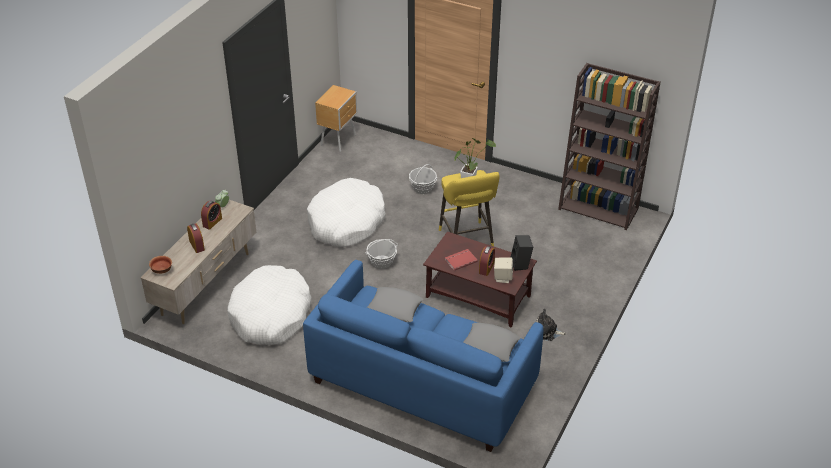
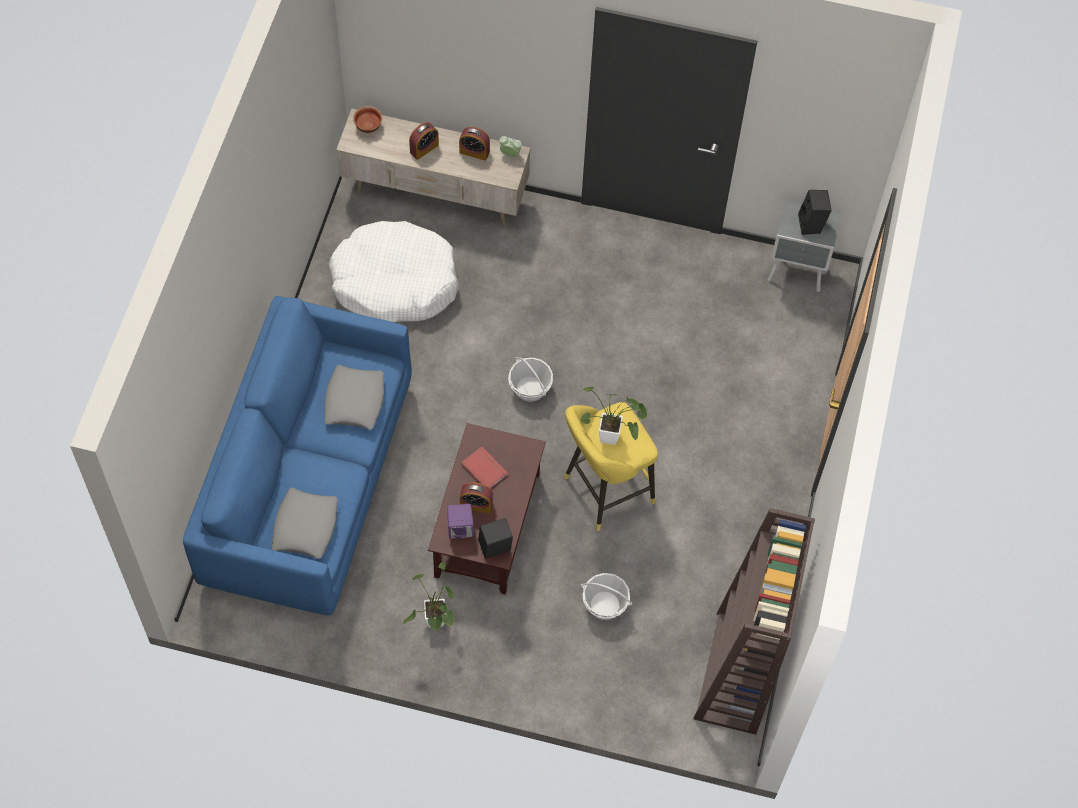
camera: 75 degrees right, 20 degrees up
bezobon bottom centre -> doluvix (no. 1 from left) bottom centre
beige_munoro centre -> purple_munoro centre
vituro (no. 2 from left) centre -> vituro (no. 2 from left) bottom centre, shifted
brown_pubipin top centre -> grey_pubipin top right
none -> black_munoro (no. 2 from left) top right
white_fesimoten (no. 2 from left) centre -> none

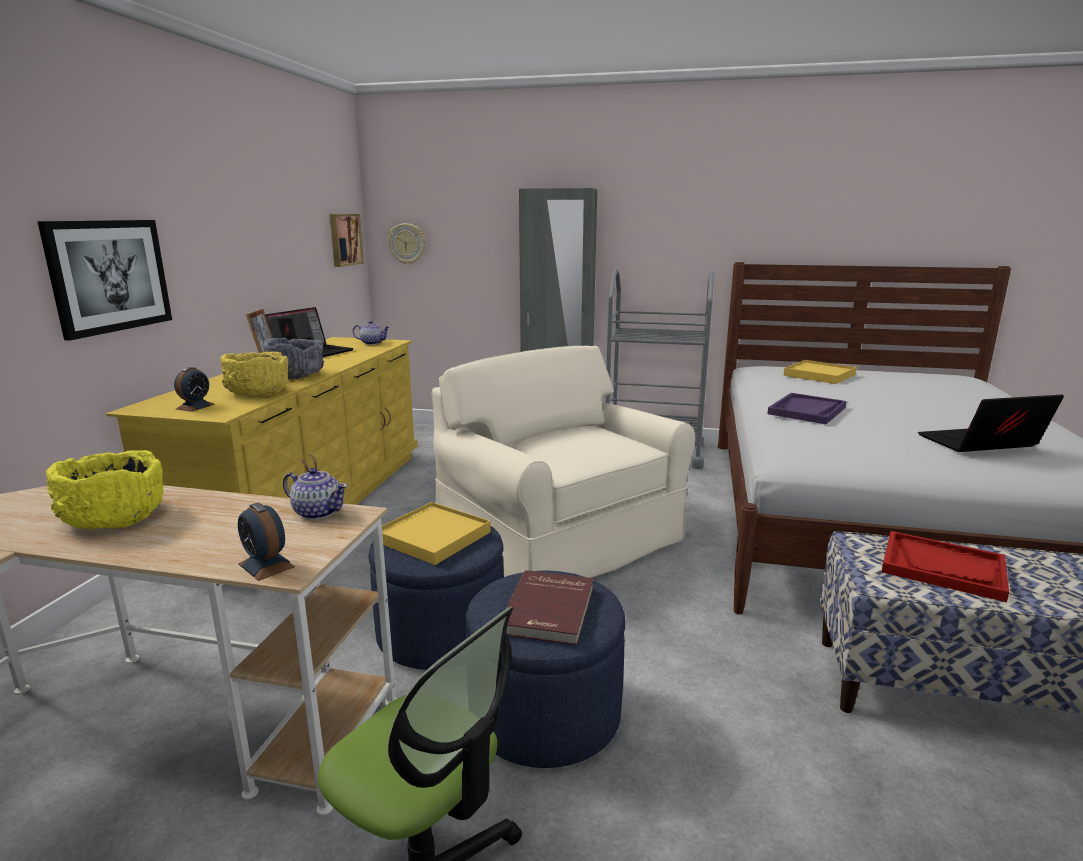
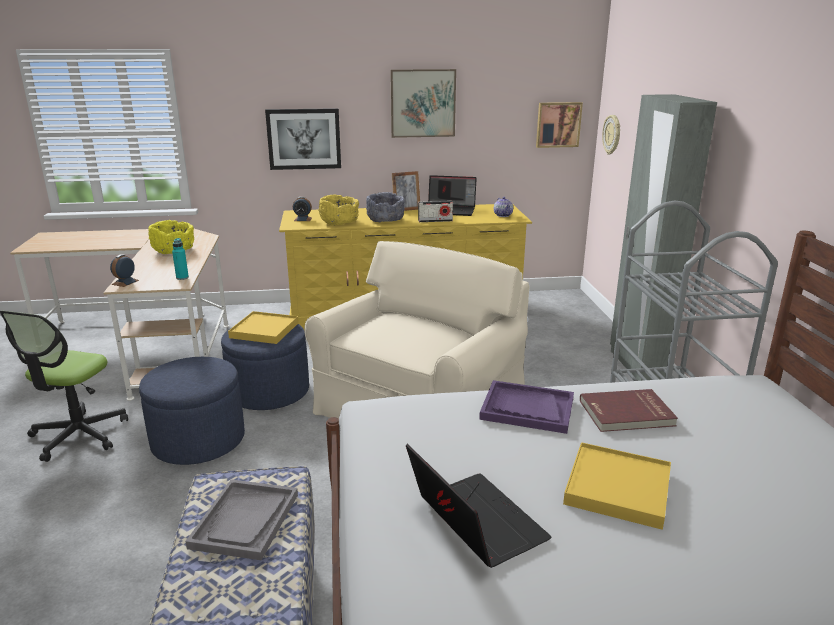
camera: 70 degrees right, 5 degrees up
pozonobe (no. 1 from left) middle left -> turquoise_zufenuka middle left
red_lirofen middle right -> grey_lirofen bottom left
none -> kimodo (no. 2 from left) top centre
none -> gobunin centre
yellow_lirofen (no. 2 from left) middle right -> yellow_lirofen (no. 2 from left) bottom right, shifted
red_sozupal bottom centre -> red_sozupal middle right, shifted

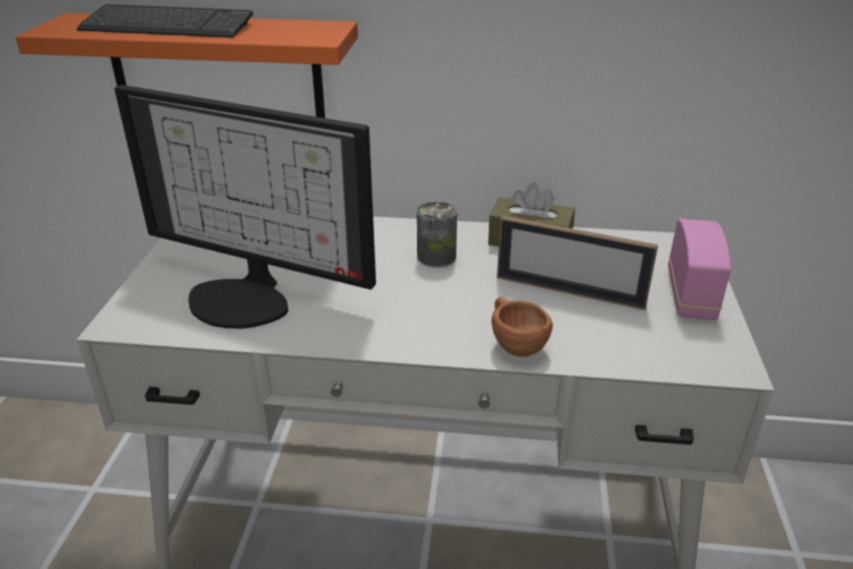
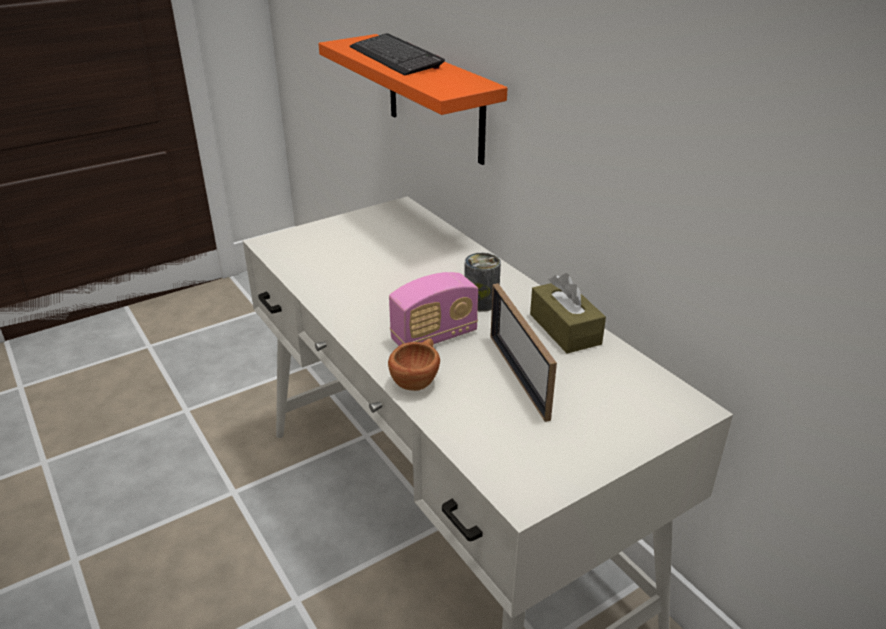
camera: 50 degrees right, 0 degrees up
gobunin middle right -> gobunin centre, shifted
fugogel middle left -> none

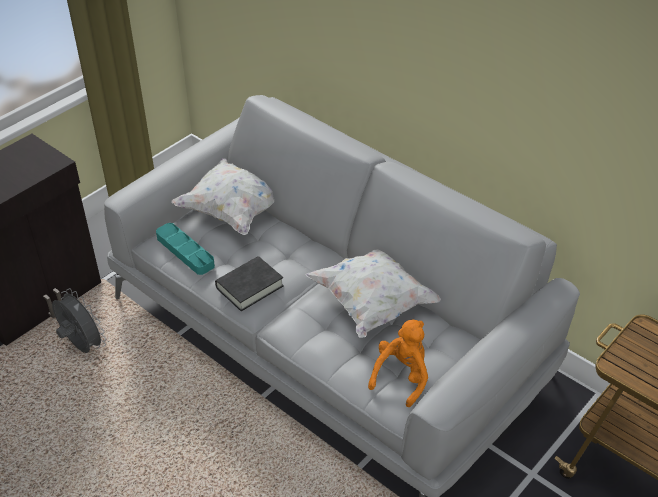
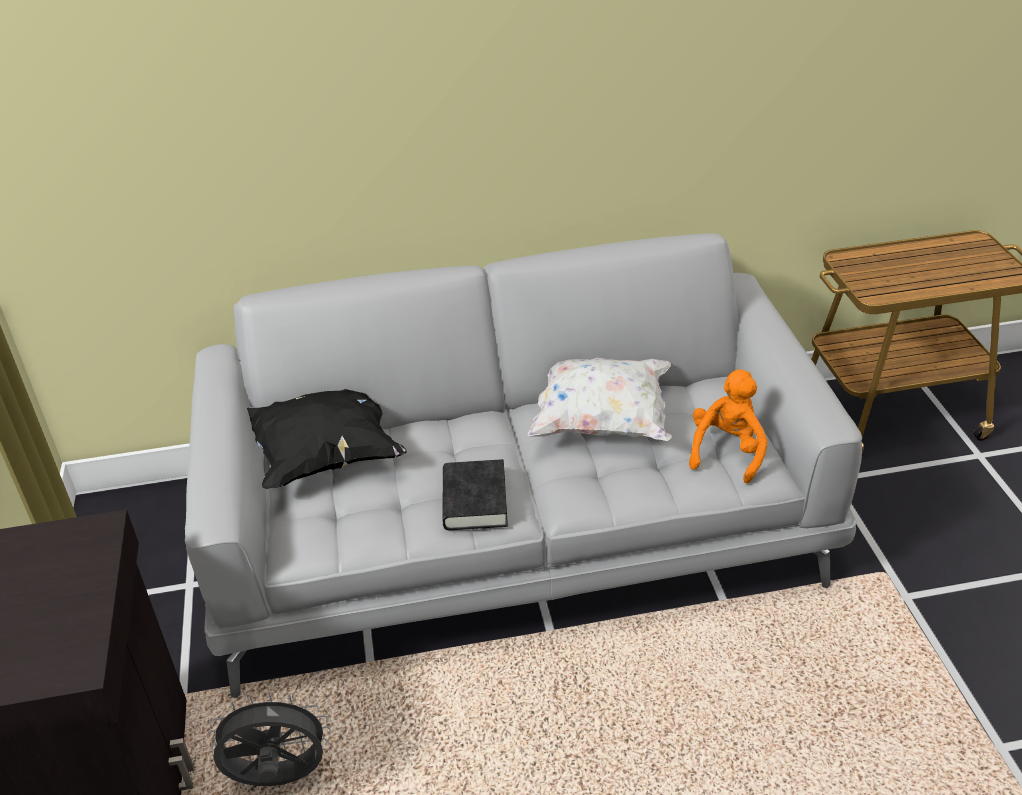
camera: 50 degrees left, 5 degrees down
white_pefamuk (no. 1 from left) centre -> black_pefamuk middle left
orange_bezobon bottom centre -> orange_bezobon middle right, 45 degrees clockwise
turquoise_lirofen middle left -> none

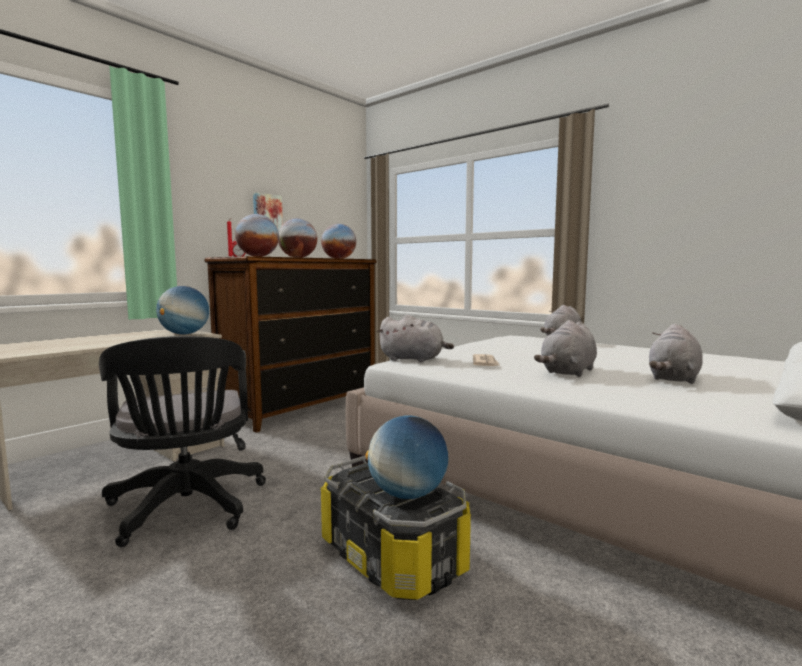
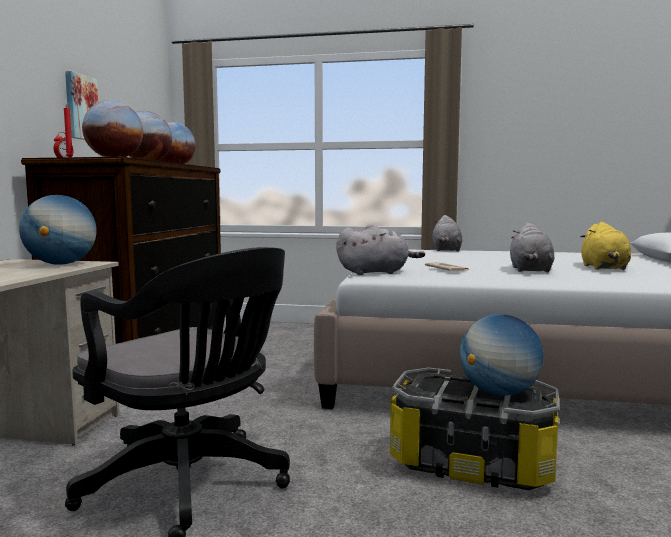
camera: 30 degrees left, 0 degrees up
grey_bezobon (no. 4 from left) middle right -> yellow_bezobon middle right

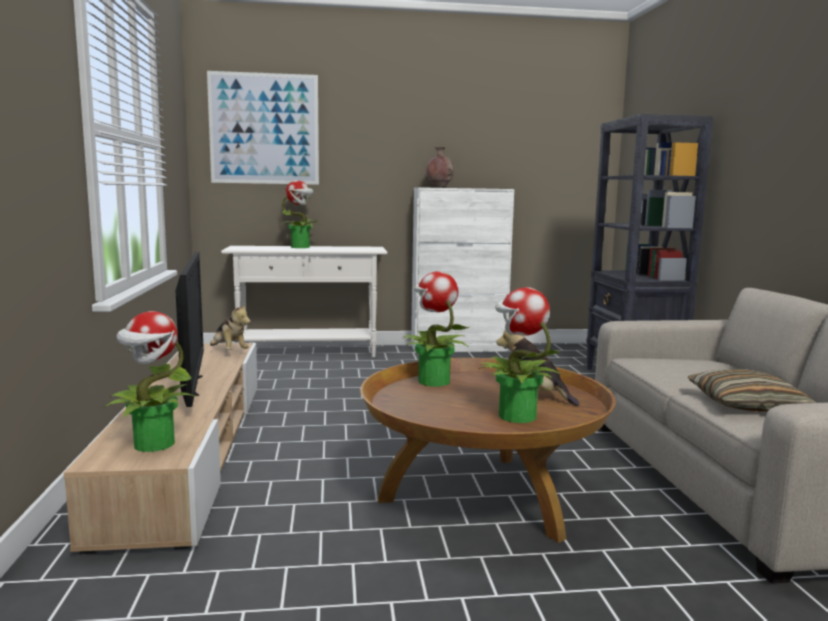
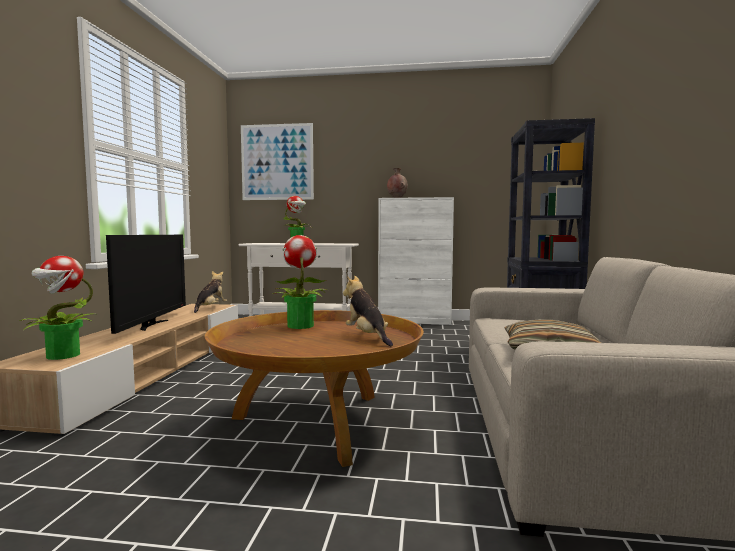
camera: 15 degrees right, 5 degrees down
bezobon (no. 1 from left) middle left, 135 degrees counterclockwise
doluvix (no. 4 from left) centre -> none

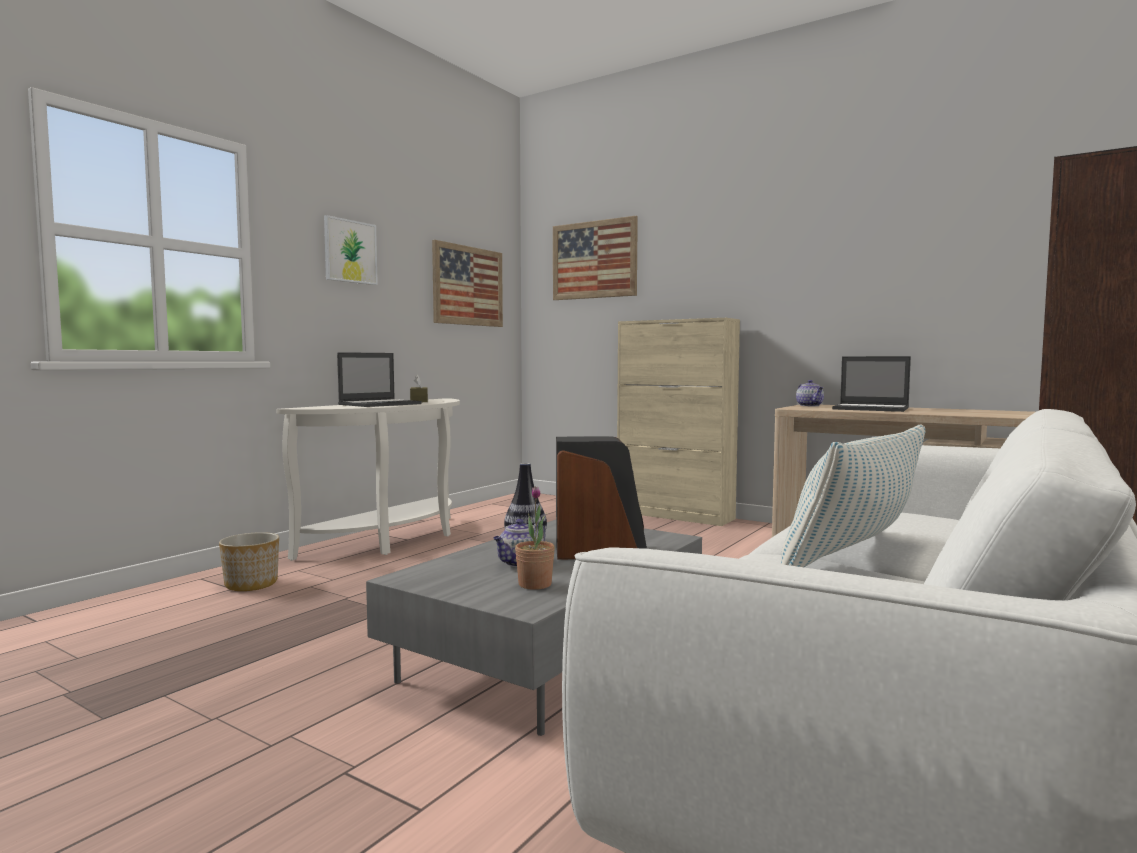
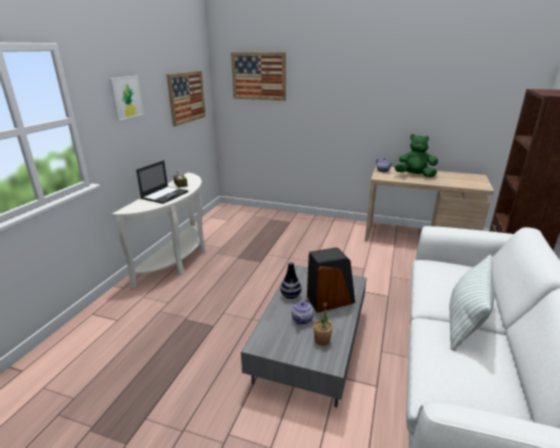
camera: 15 degrees left, 20 degrees up
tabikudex (no. 2 from left) middle right -> green_bezobon middle right
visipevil middle left -> none
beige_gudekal centre -> none

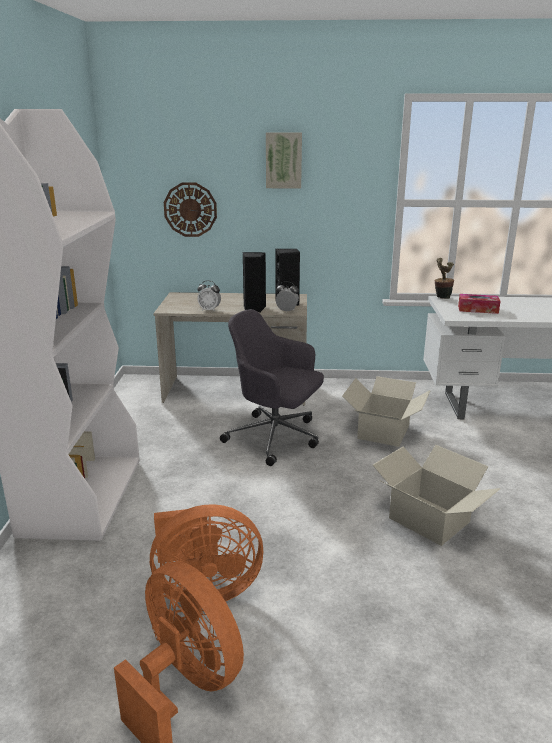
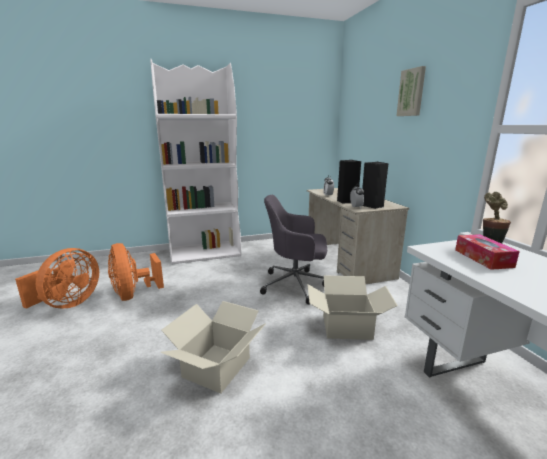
camera: 70 degrees right, 5 degrees down
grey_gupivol centre, 90 degrees counterclockwise
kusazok top centre -> none

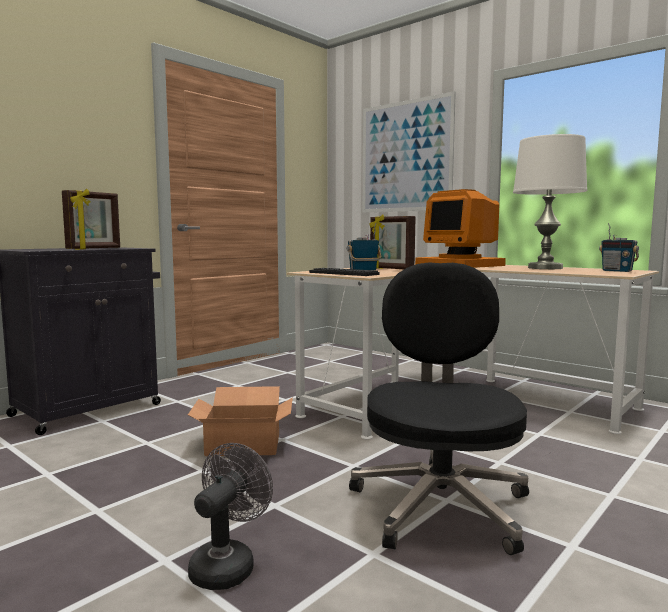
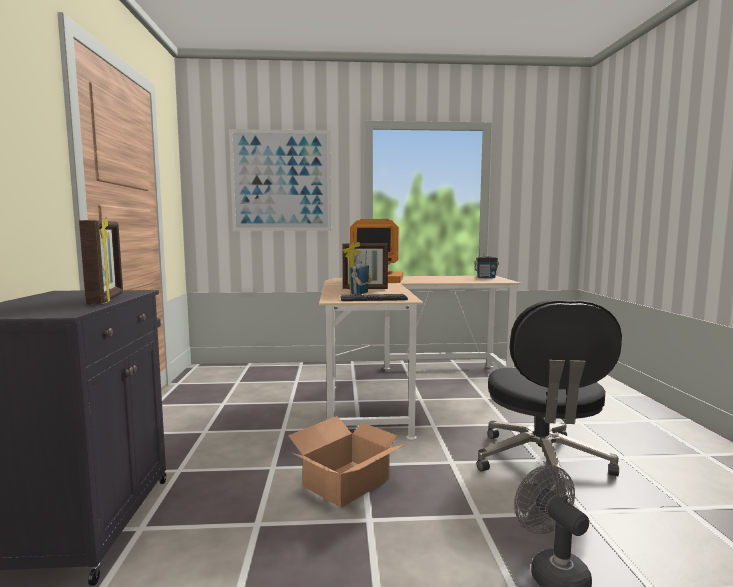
camera: 45 degrees left, 0 degrees up
black_gupivol bottom centre -> black_gupivol middle right, 135 degrees counterclockwise
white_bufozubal top right -> none

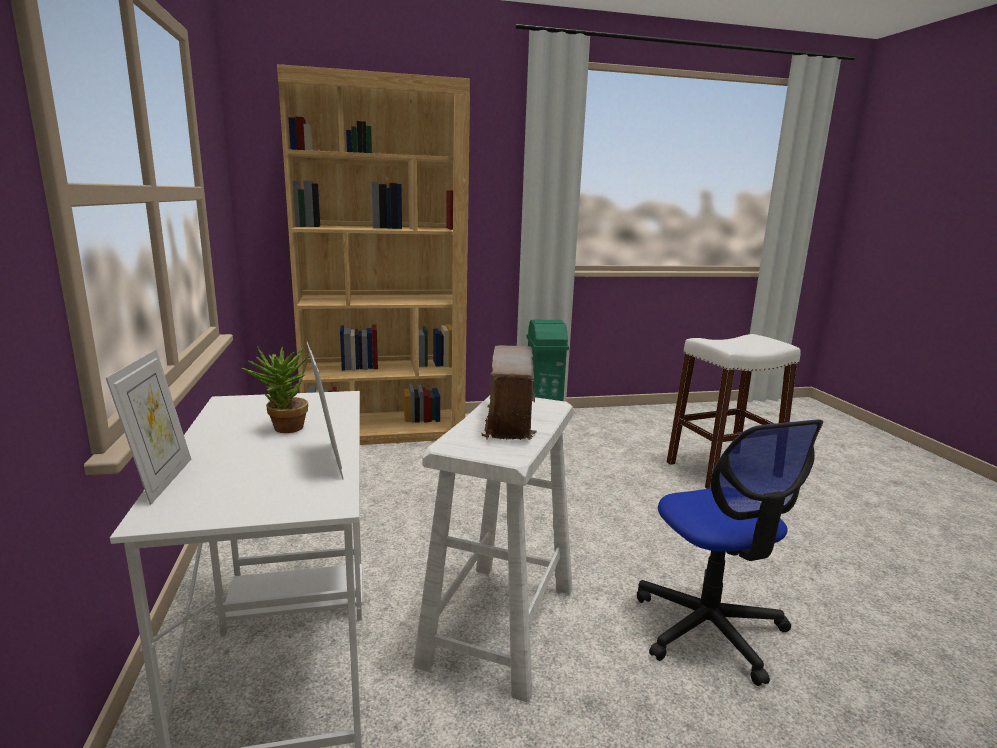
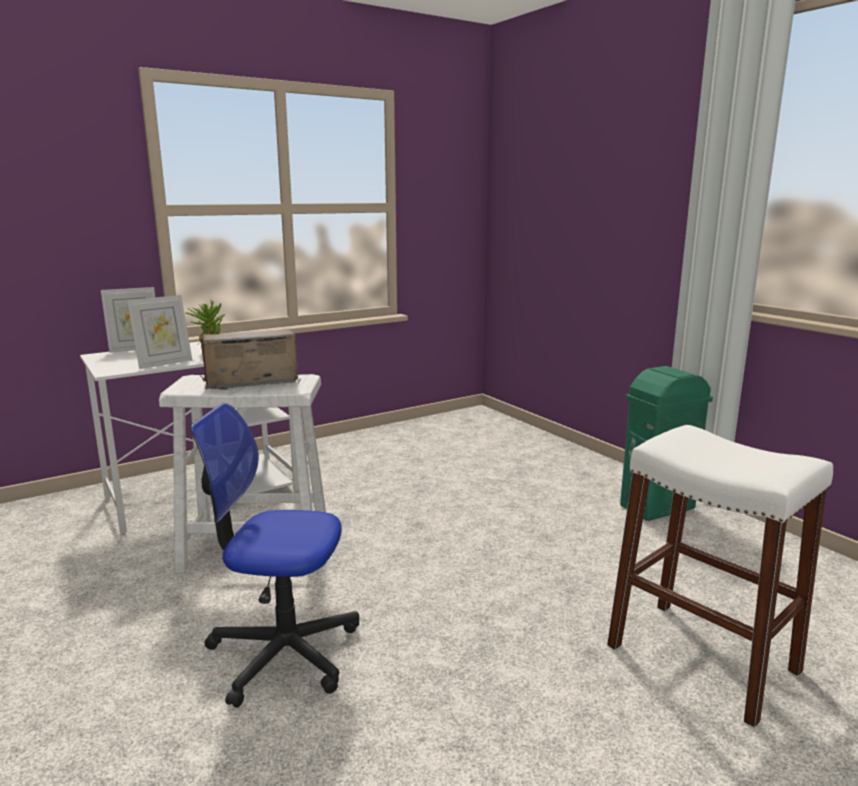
camera: 70 degrees right, 0 degrees up
gupivol bottom right -> gupivol bottom left, 45 degrees clockwise
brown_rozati centre -> none

